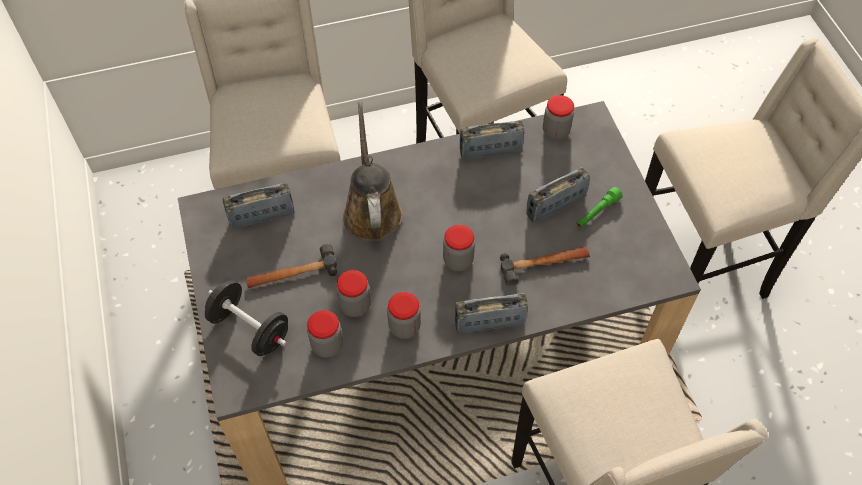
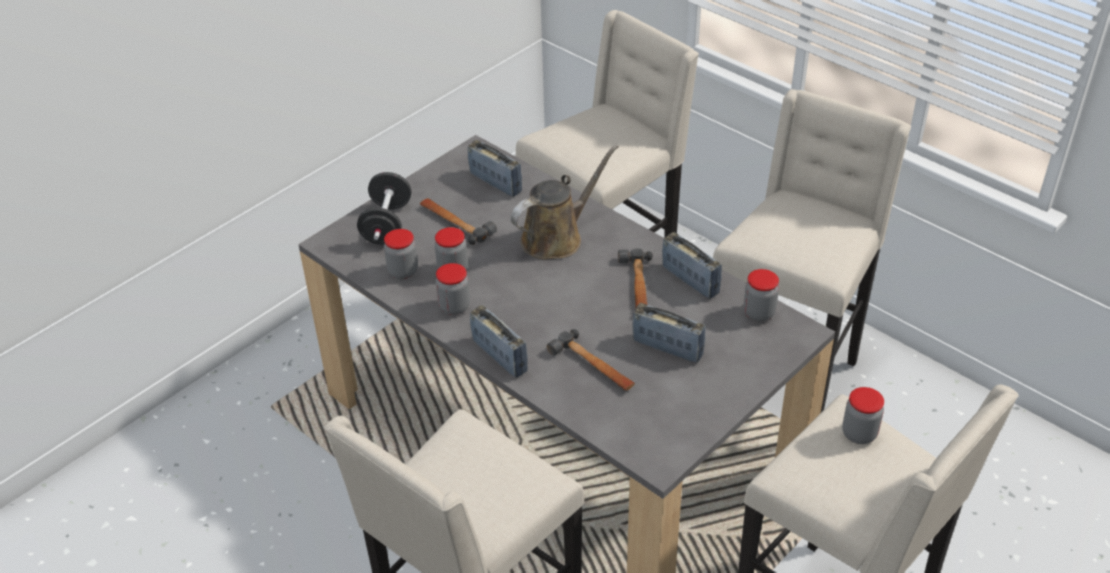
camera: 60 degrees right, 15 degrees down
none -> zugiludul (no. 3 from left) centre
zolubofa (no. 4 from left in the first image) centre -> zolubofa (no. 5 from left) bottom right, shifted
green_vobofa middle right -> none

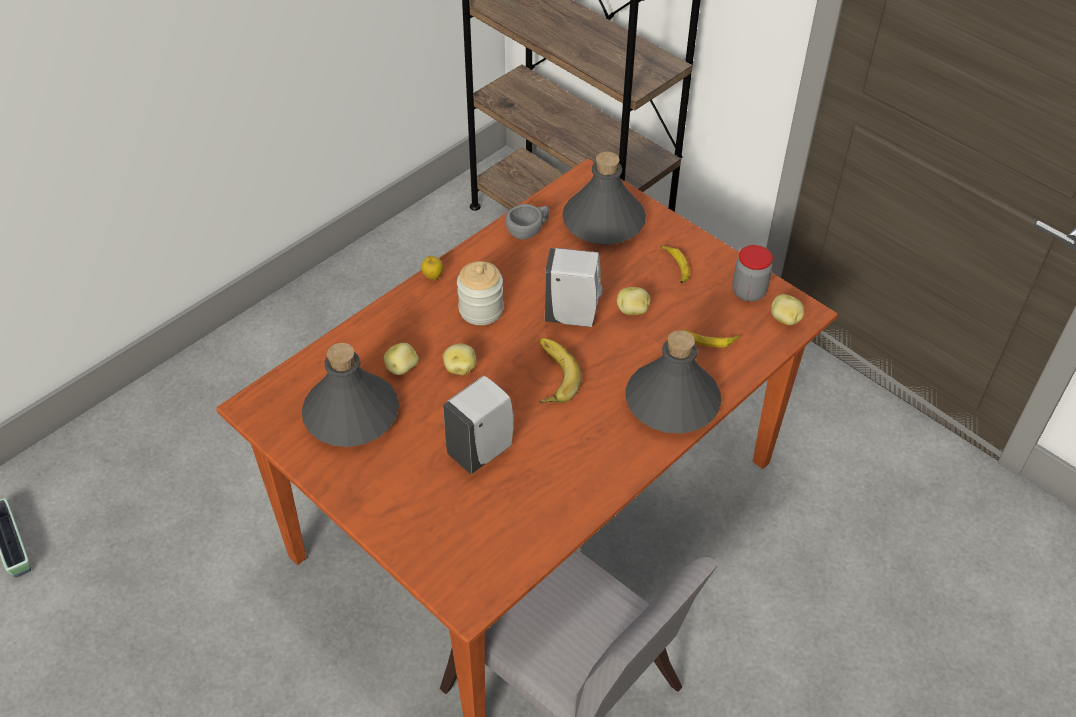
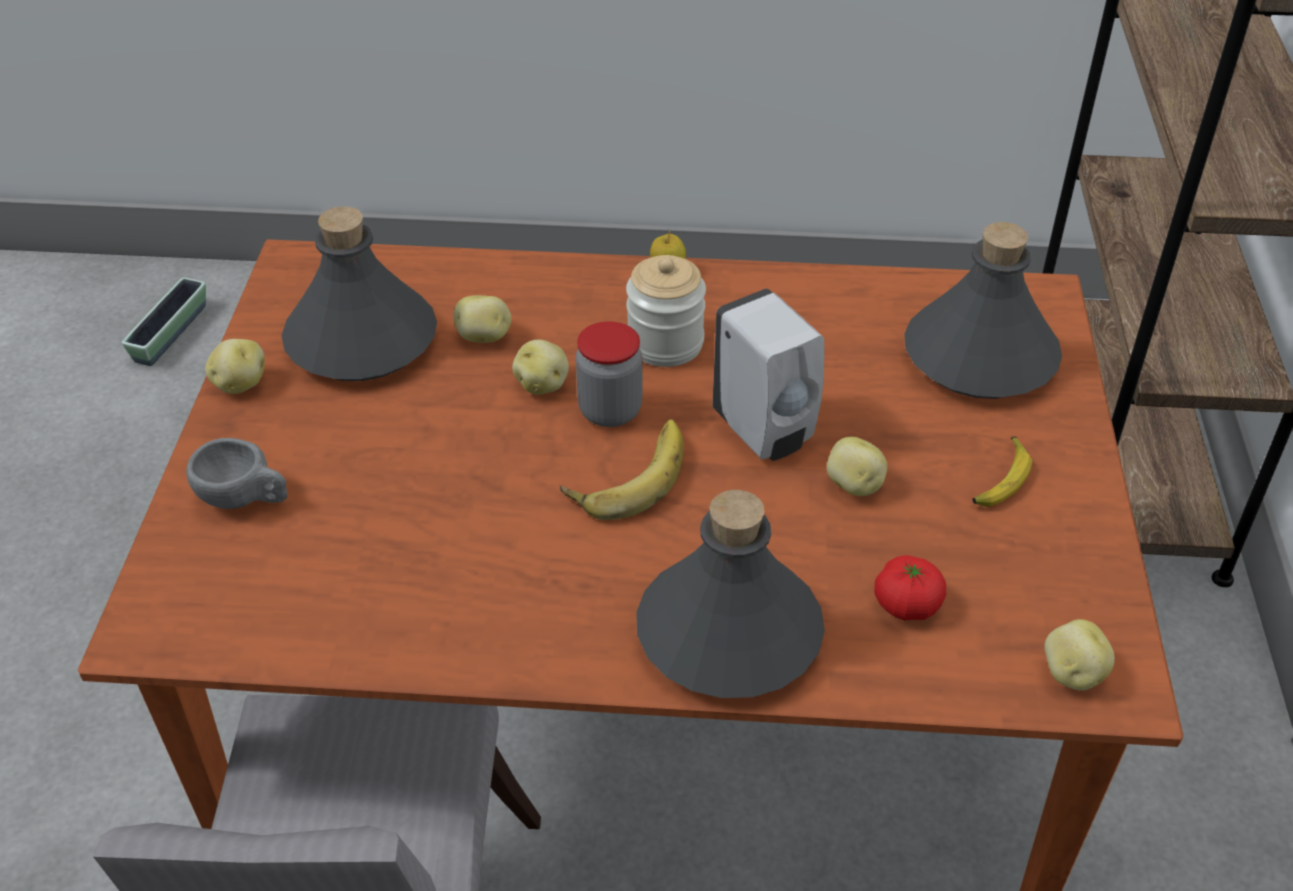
camera: 50 degrees right, 5 degrees down
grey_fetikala top centre -> grey_fetikala middle left, shifted
none -> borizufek (no. 1 from left) middle left
zolubofa (no. 2 from left in the first image) middle right -> zolubofa (no. 1 from left) centre, shifted
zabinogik (no. 3 from left) centre -> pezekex middle right
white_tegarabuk (no. 1 from left) centre -> none

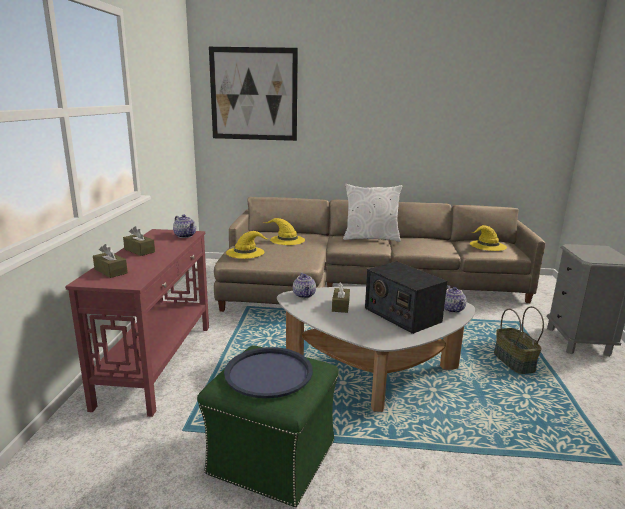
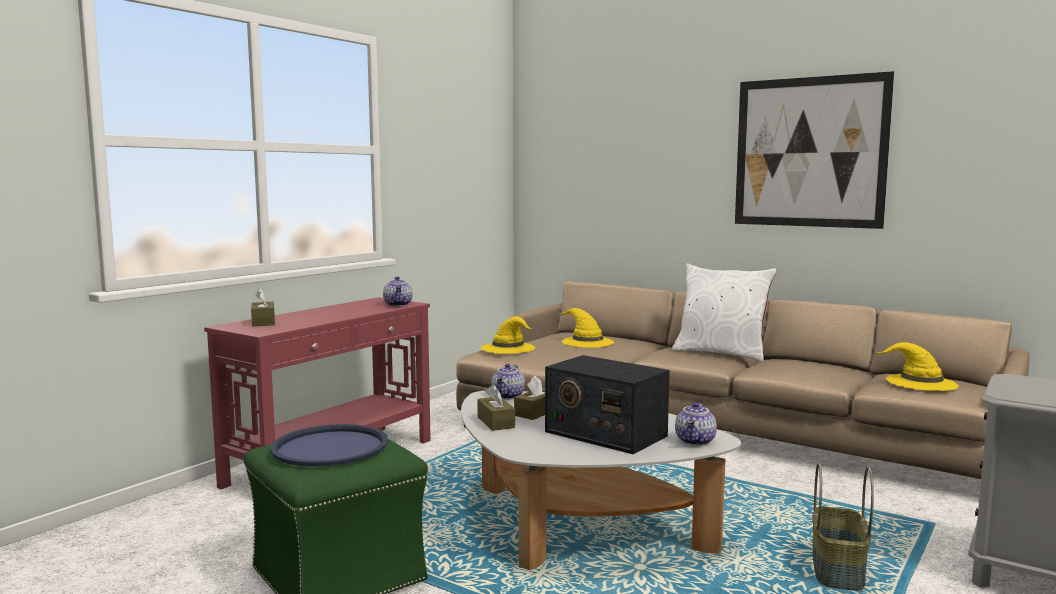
camera: 30 degrees right, 10 degrees down
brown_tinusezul (no. 2 from left) middle left -> brown_tinusezul (no. 2 from left) bottom centre, shifted
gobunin centre -> gobunin bottom centre, 45 degrees counterclockwise
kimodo top centre -> kimodo top right, shifted

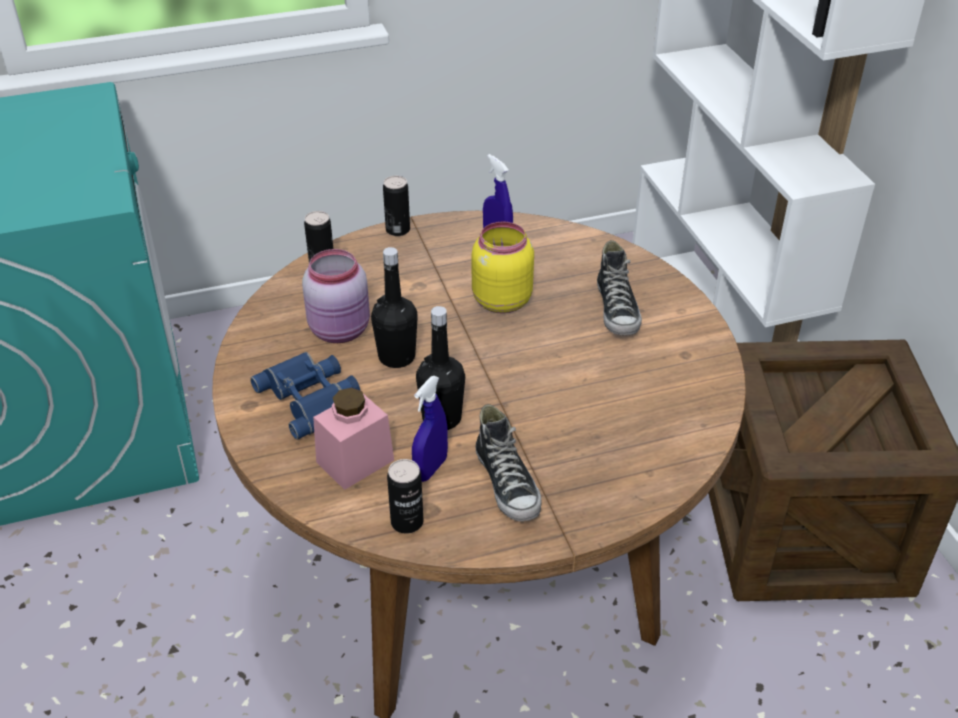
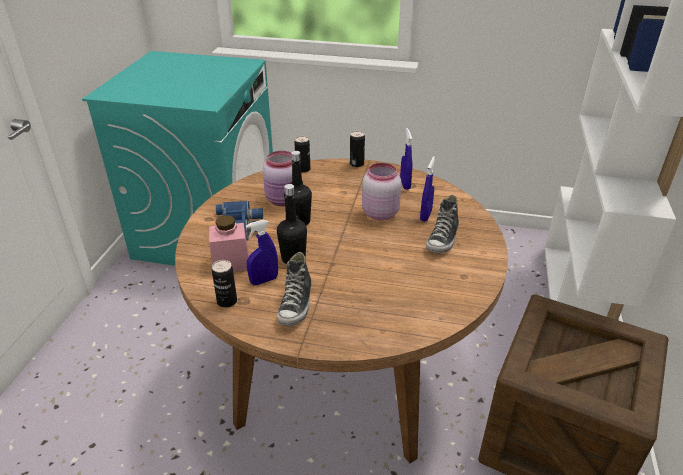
camera: 30 degrees right, 5 degrees down
yellow_zolubofa centre -> pink_zolubofa (no. 3 from left) centre
none -> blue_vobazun (no. 3 from left) centre

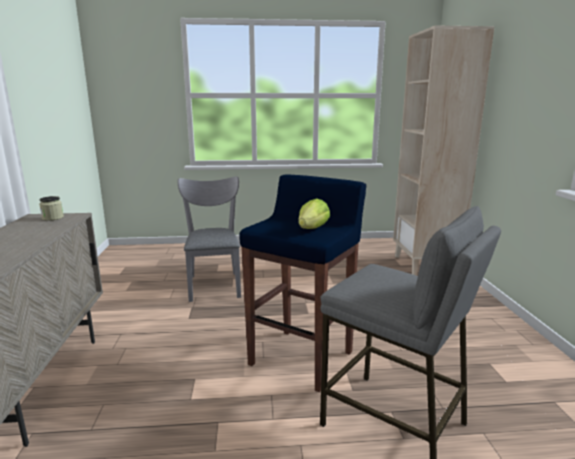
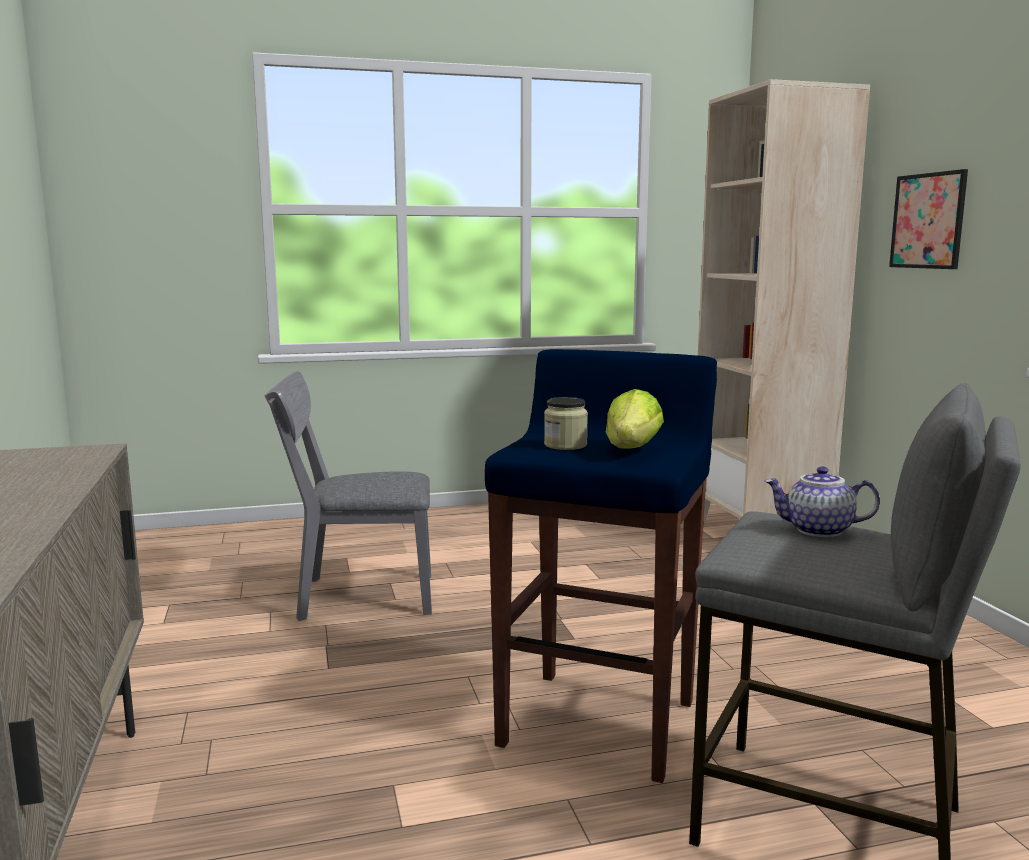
camera: 10 degrees left, 5 degrees down
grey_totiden centre, 75 degrees counterclockwise
zolubofa middle left -> zolubofa centre, shifted
none -> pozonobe middle right
none -> kimodo top right

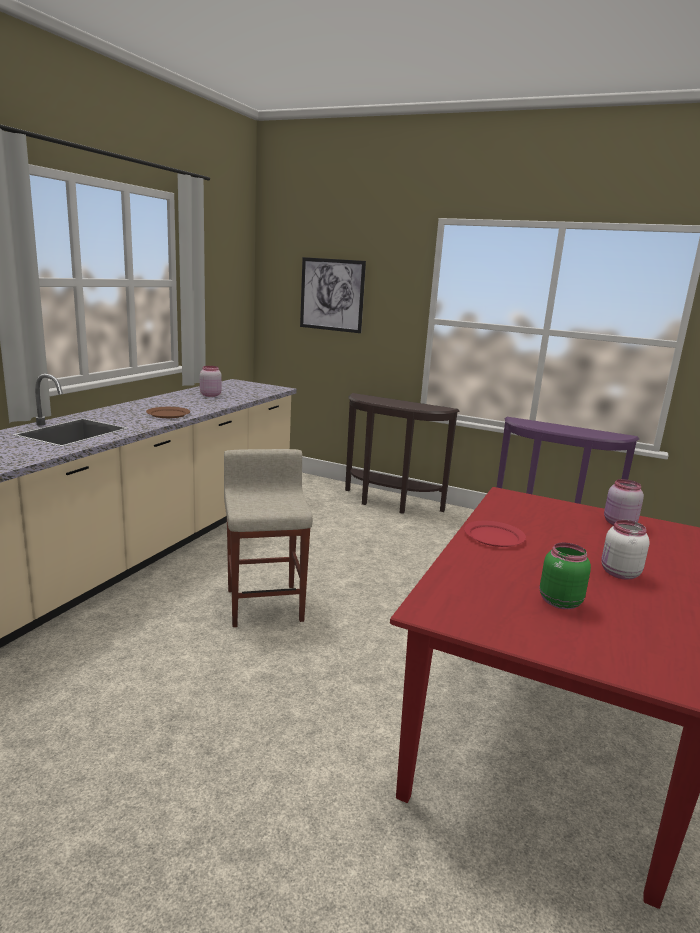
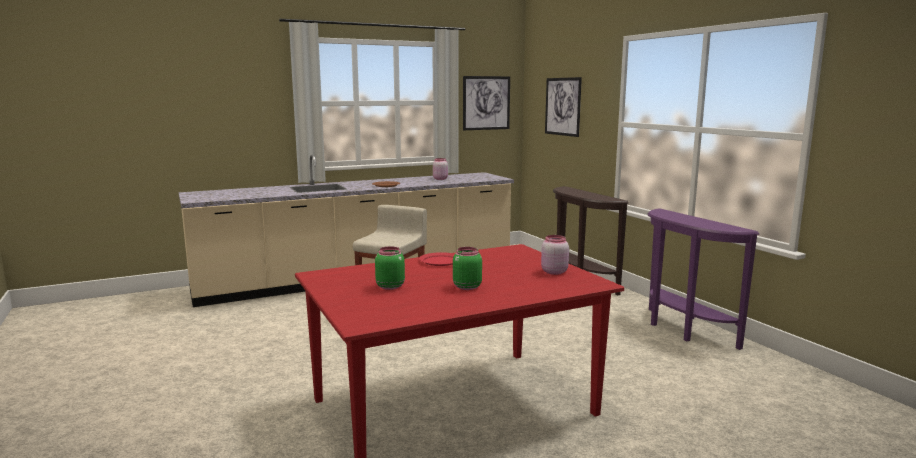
camera: 40 degrees right, 5 degrees down
white_zolubofa middle right -> green_zolubofa (no. 2 from left) centre
none -> kimodo (no. 1 from left) top centre

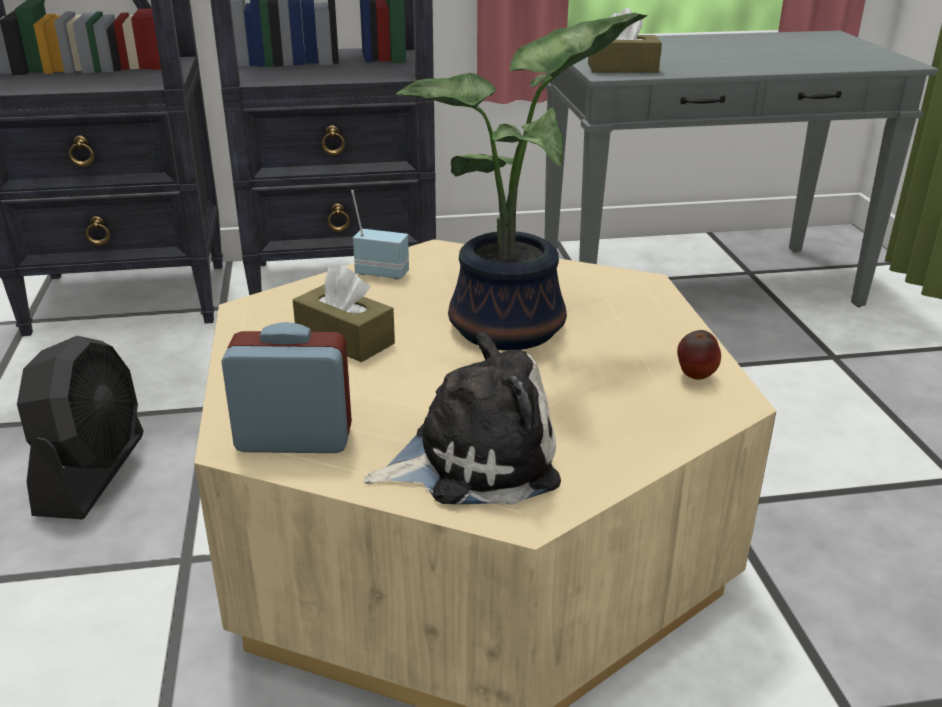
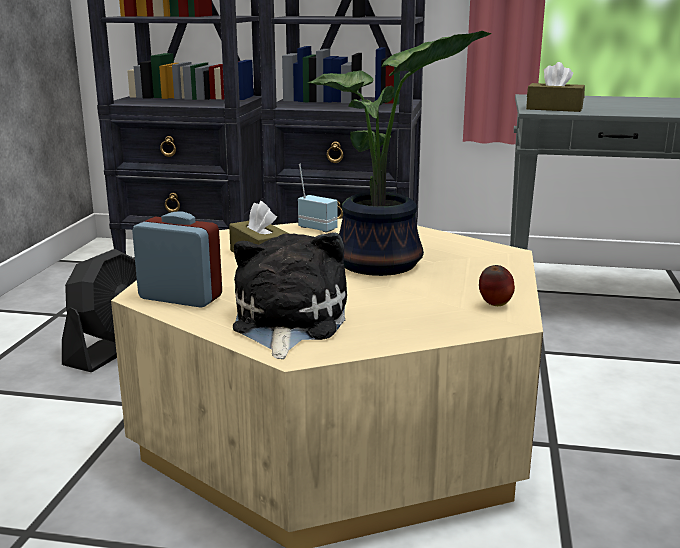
camera: 20 degrees right, 10 degrees down
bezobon centre, 90 degrees counterclockwise

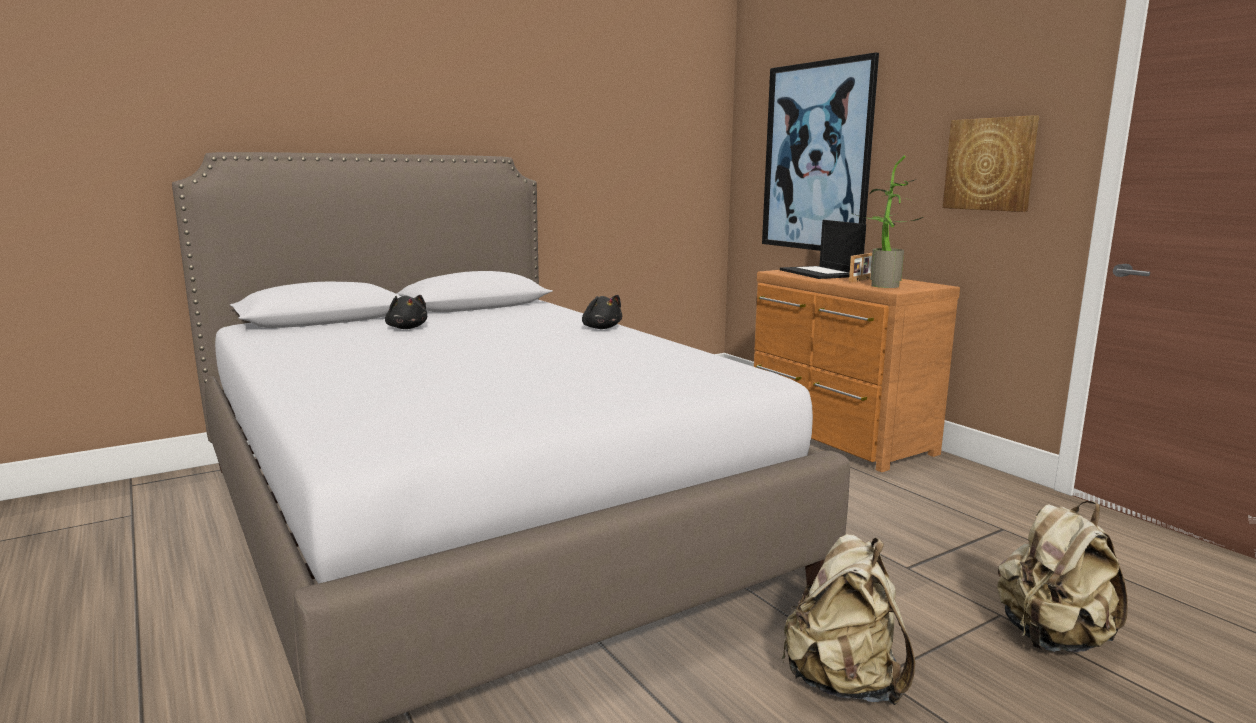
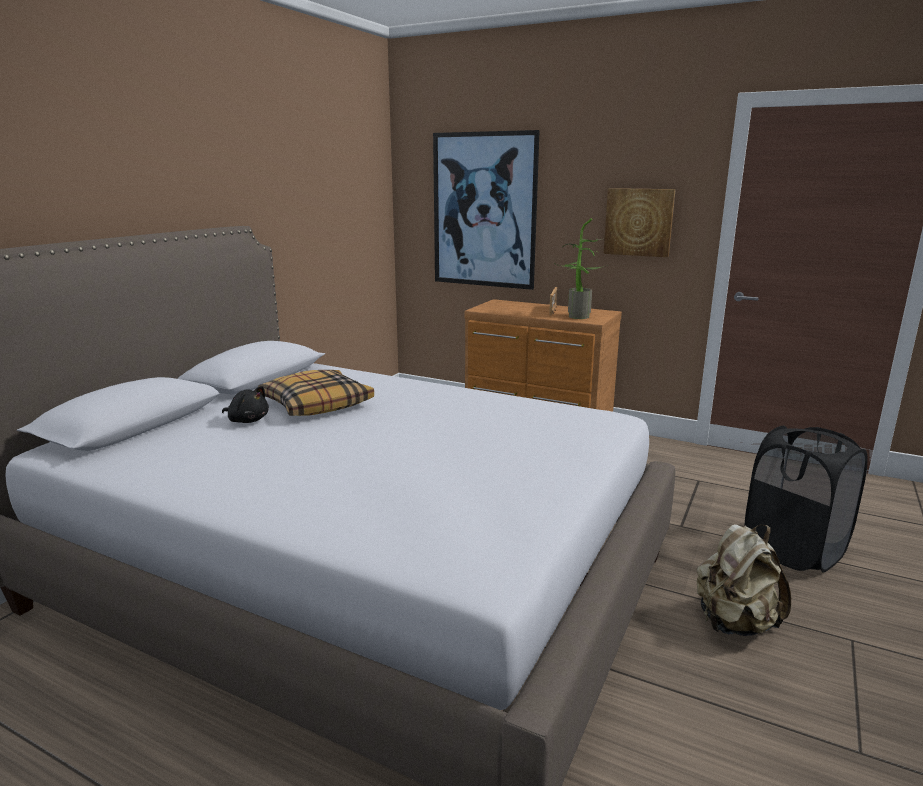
camera: 30 degrees left, 5 degrees up
none -> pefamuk centre
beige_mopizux (no. 2 from left) bottom right -> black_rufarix middle right
black_bezobon (no. 2 from left) centre -> none
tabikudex centre -> none

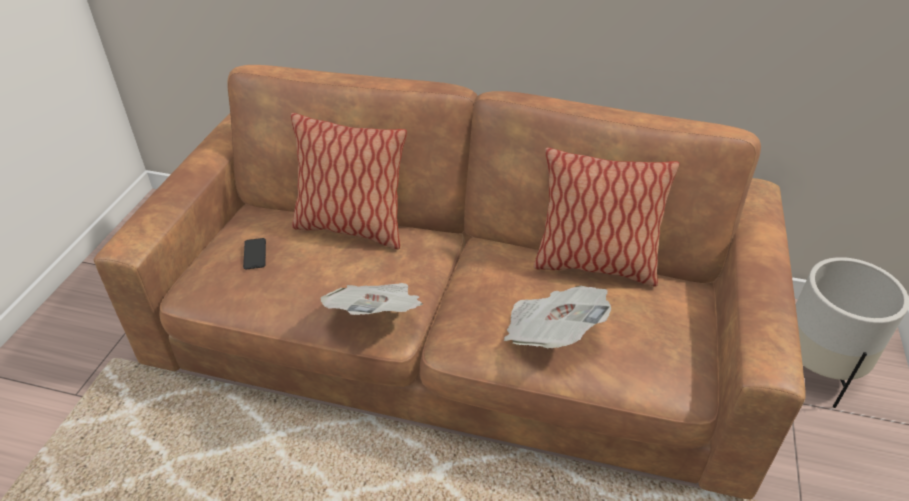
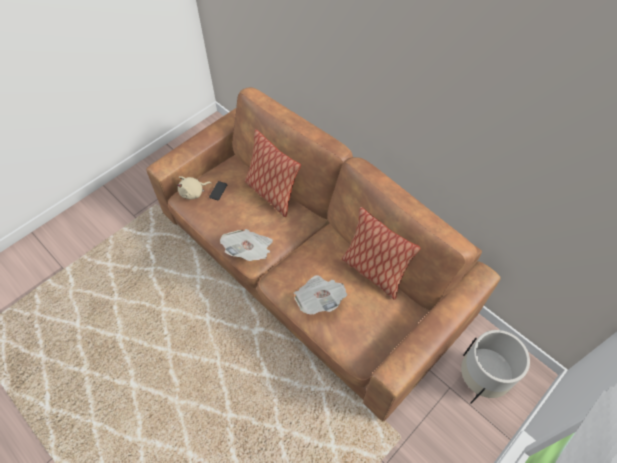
camera: 30 degrees right, 15 degrees up
none -> beige_bezobon middle left

